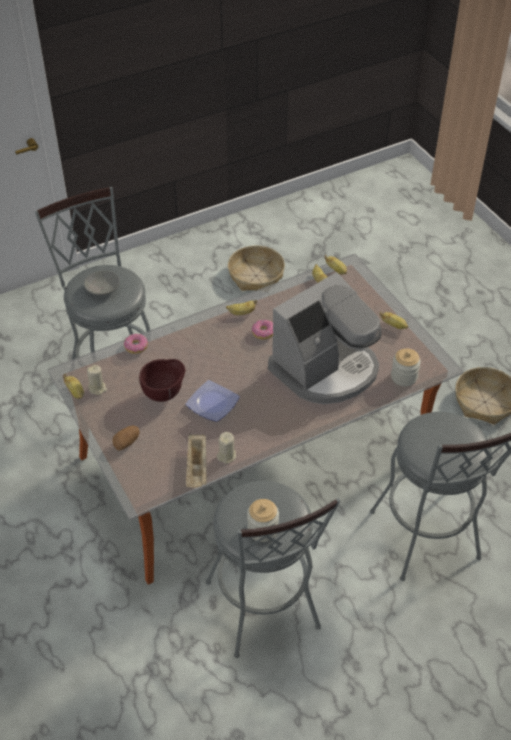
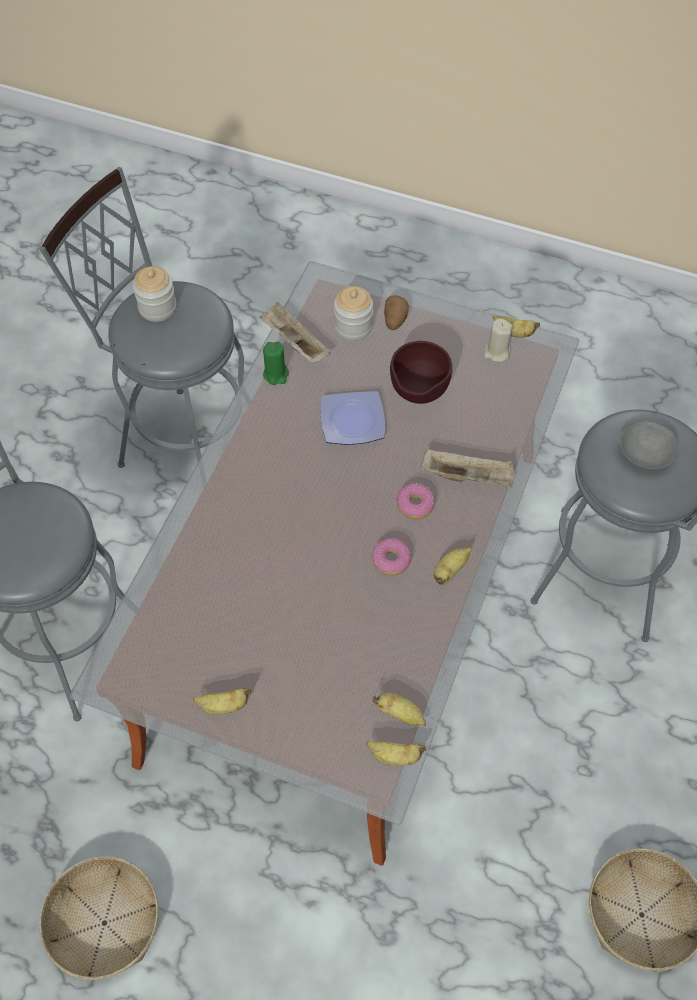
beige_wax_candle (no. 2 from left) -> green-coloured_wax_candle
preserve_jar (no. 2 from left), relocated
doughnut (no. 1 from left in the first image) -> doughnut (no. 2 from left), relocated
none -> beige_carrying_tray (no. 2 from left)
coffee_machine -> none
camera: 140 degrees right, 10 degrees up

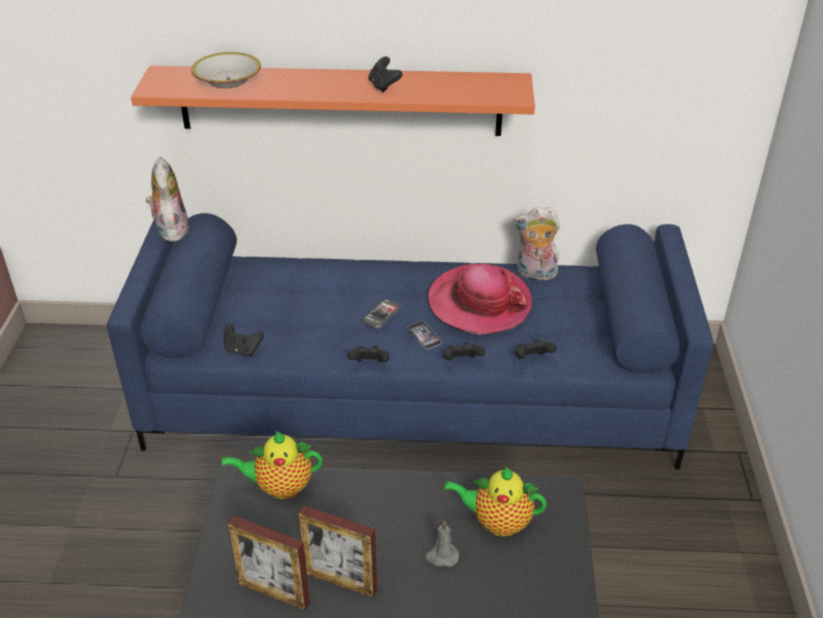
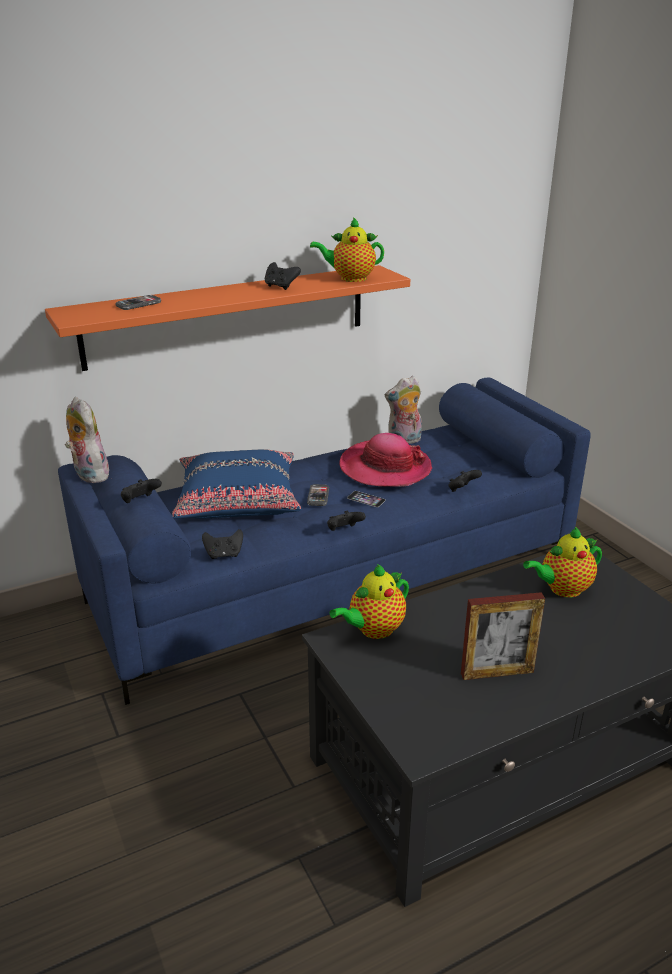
deep_dish -> phone (no. 1 from left)
black-coloured_game_controller (no. 4 from left in the first image) -> black-coloured_game_controller (no. 1 from left), relocated
none -> blue-coloured_throw_pillow
none -> pot_for_tea (no. 1 from left)
photo_frame (no. 1 from left) -> none
grey_wax_candle -> none
camera: 30 degrees left, 10 degrees down

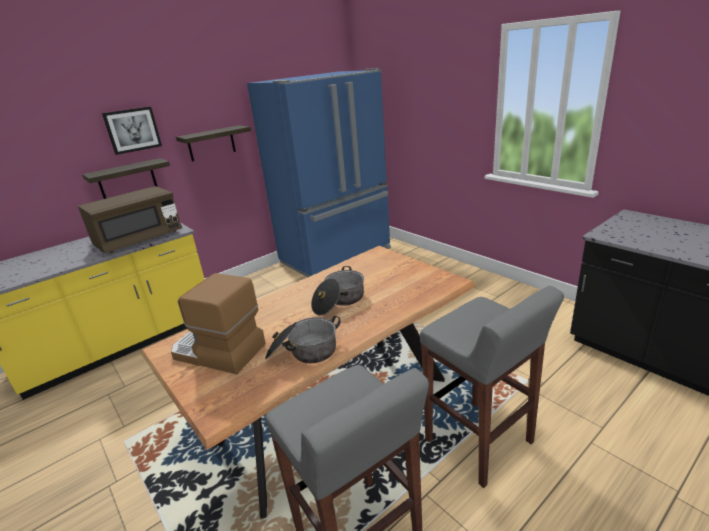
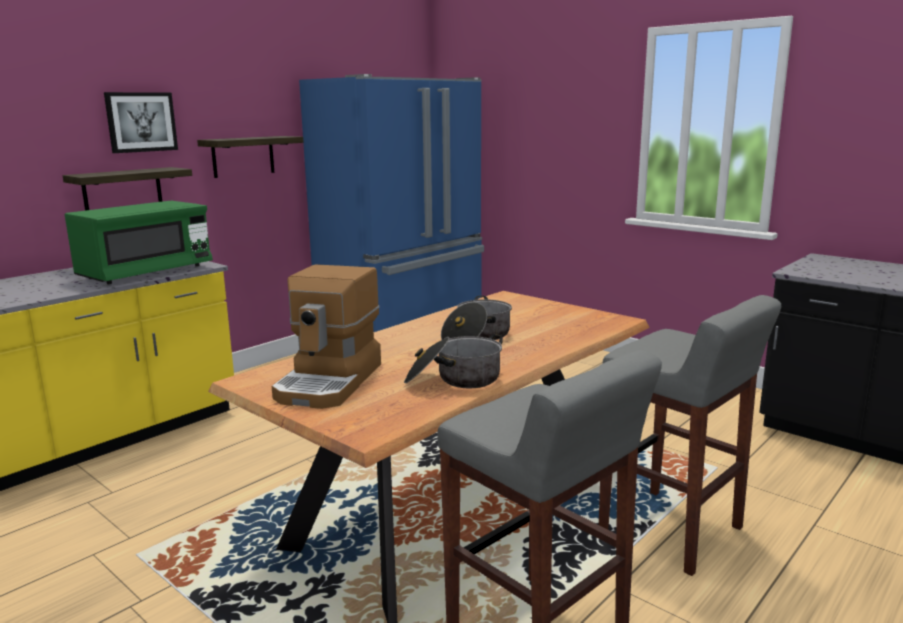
brownish_microwave -> green-coloured_microwave
coffee_machine, 90 degrees counterclockwise
camera: 10 degrees left, 10 degrees down

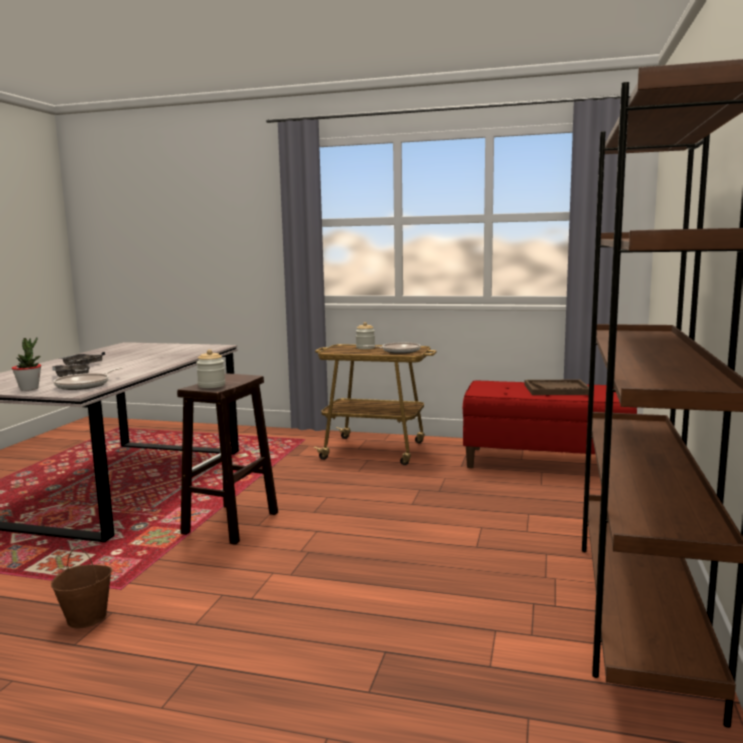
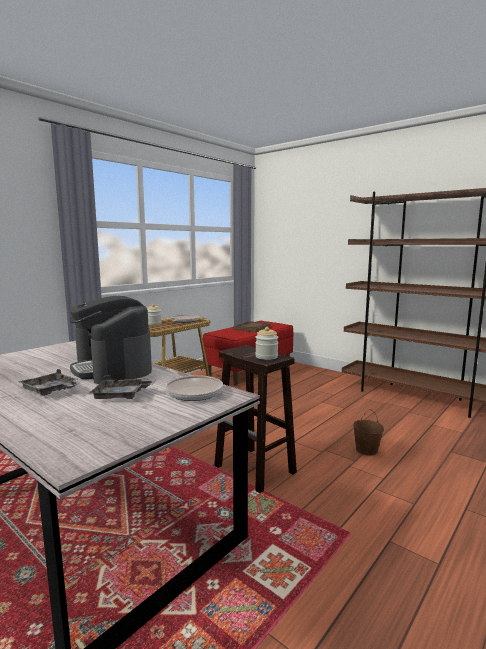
none -> coffee_machine
brownish_bucket, relocated
houseplant -> none
camera: 65 degrees left, 0 degrees up

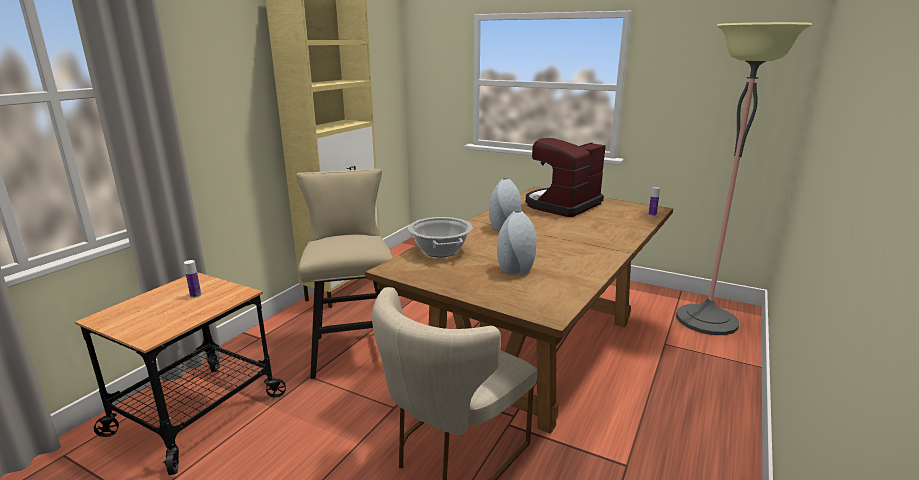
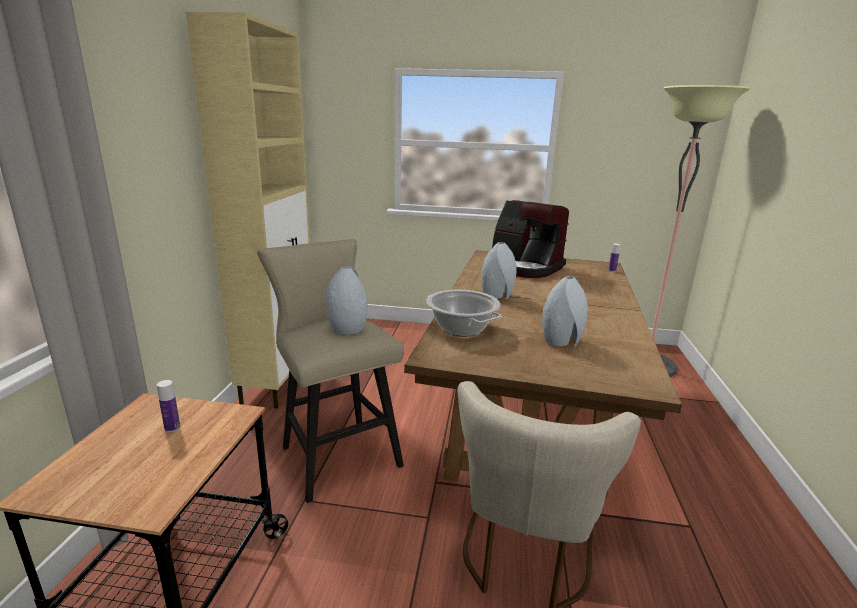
none -> grey_decorative_vase (no. 1 from left)
coffee_machine, 75 degrees counterclockwise
camera: 20 degrees left, 0 degrees up

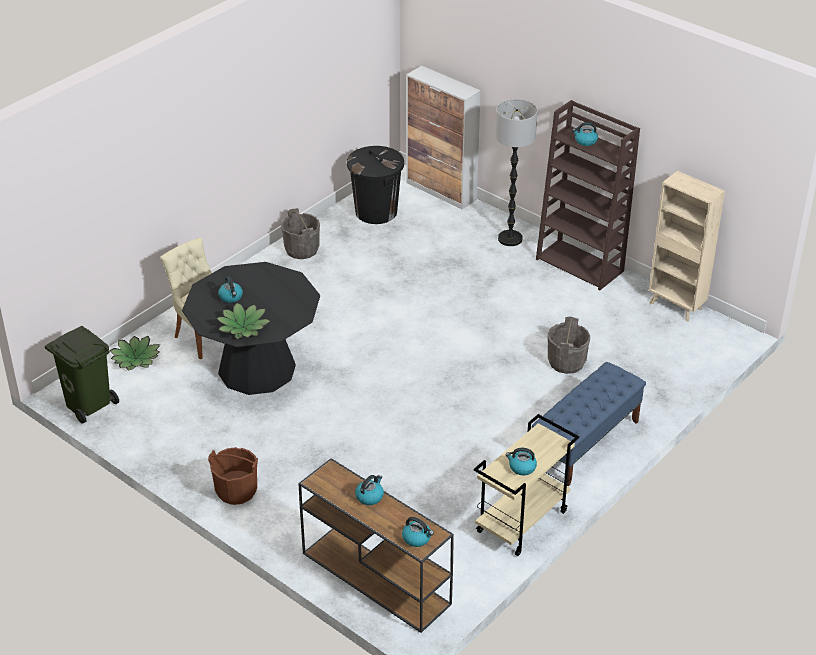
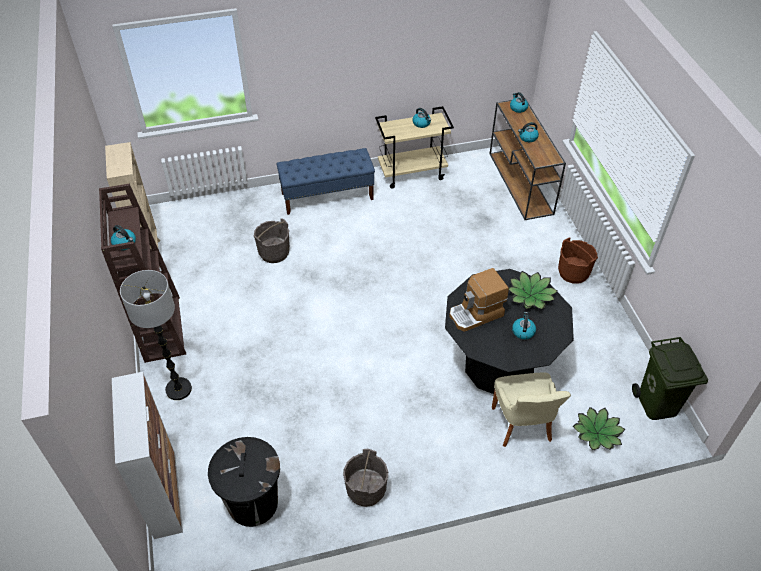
none -> coffee_machine
camera: 145 degrees left, 10 degrees up

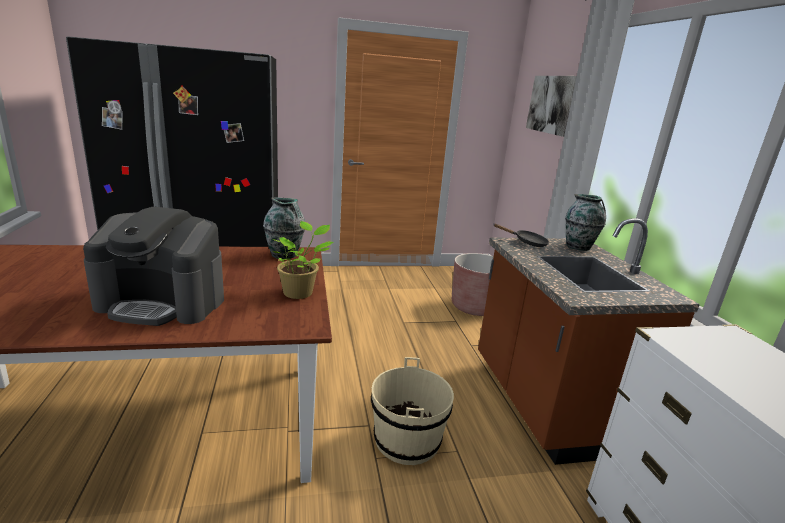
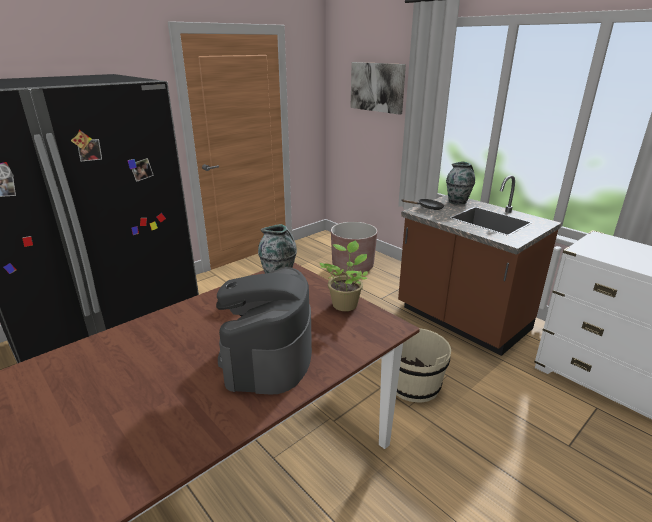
coffee_machine, 120 degrees clockwise
camera: 30 degrees left, 5 degrees up

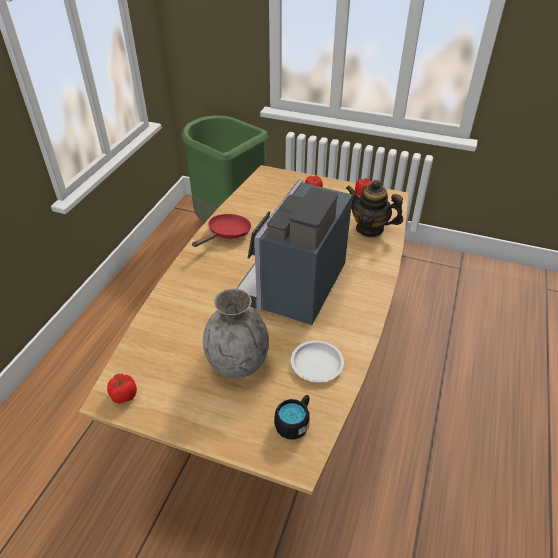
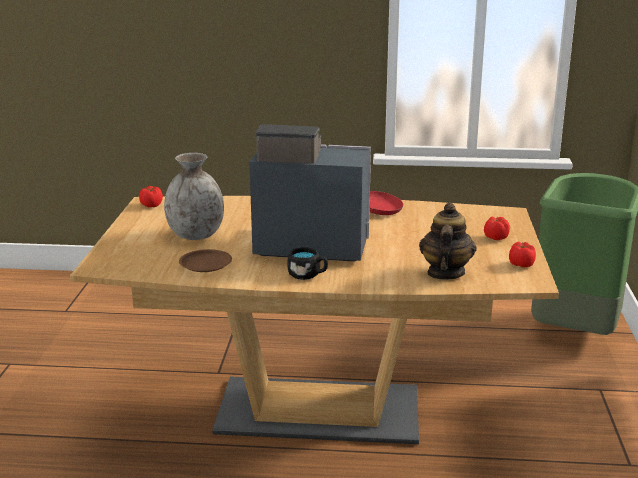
white_plate -> brownish_plate
black-coloured_coffee_mug, relocated
camera: 75 degrees right, 20 degrees down

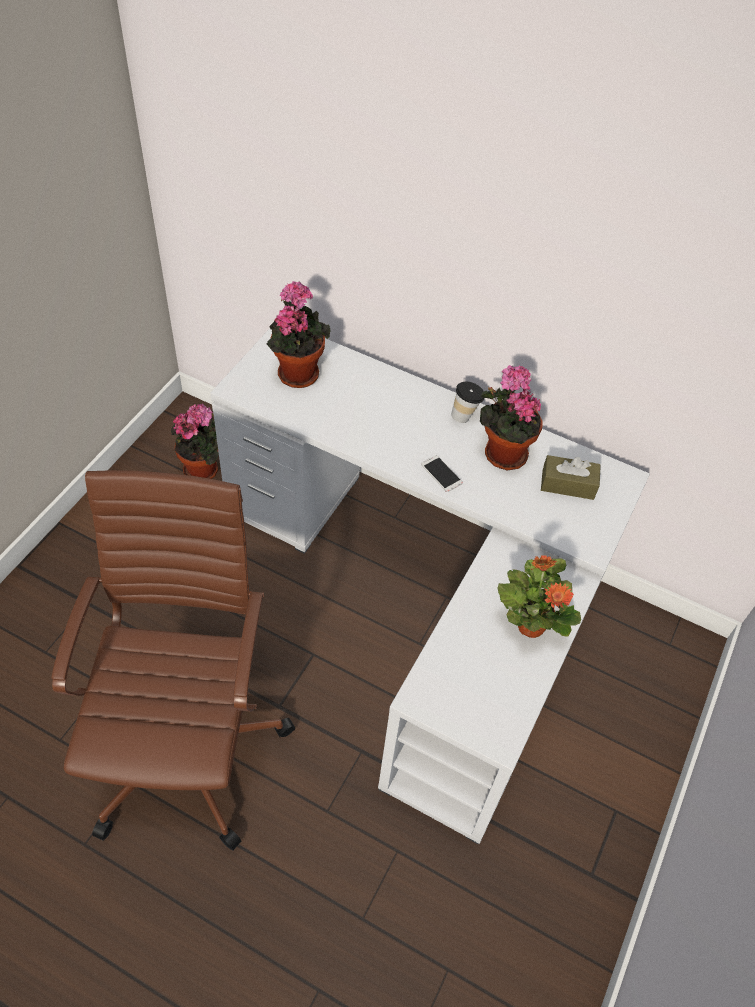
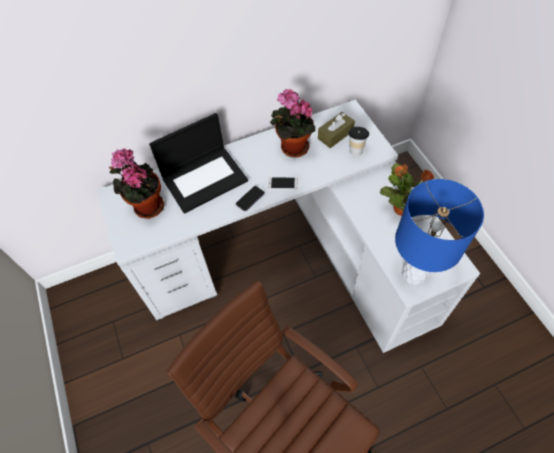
none -> portable_computer
none -> phone (no. 1 from left)
drinking_cup, relocated
none -> blue-coloured_table_lamp
houseplant (no. 1 from left) -> none
camera: 45 degrees left, 5 degrees up

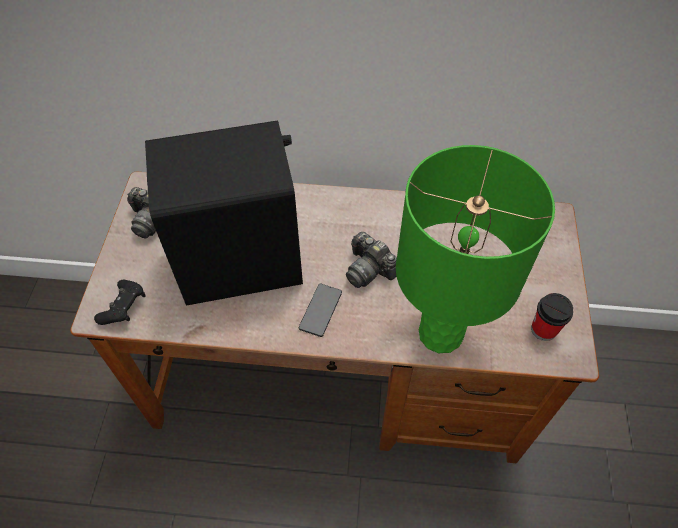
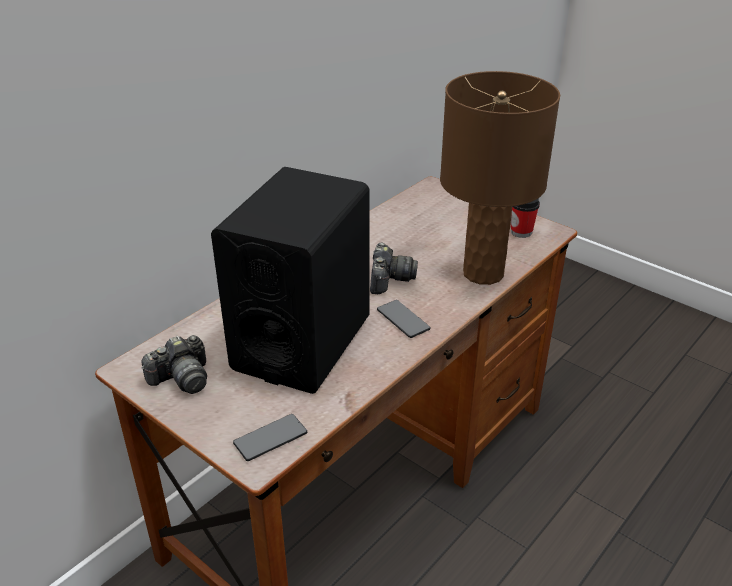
black-coloured_game_controller -> phone (no. 1 from left)
photo_camera (no. 2 from left), 75 degrees counterclockwise
green-coloured_table_lamp -> brownish_table_lamp
camera: 55 degrees left, 20 degrees down

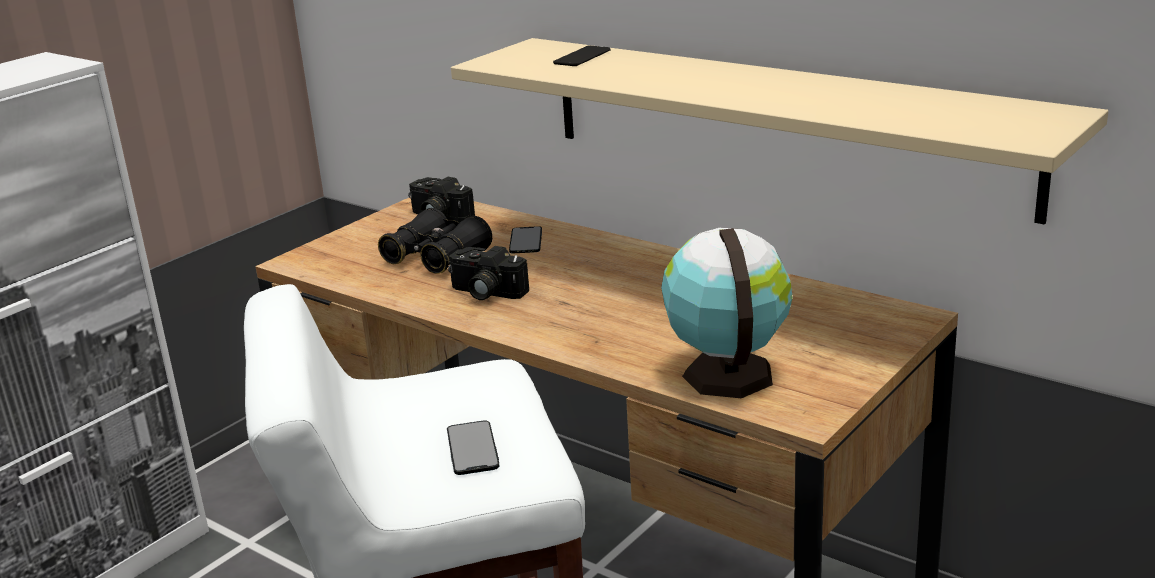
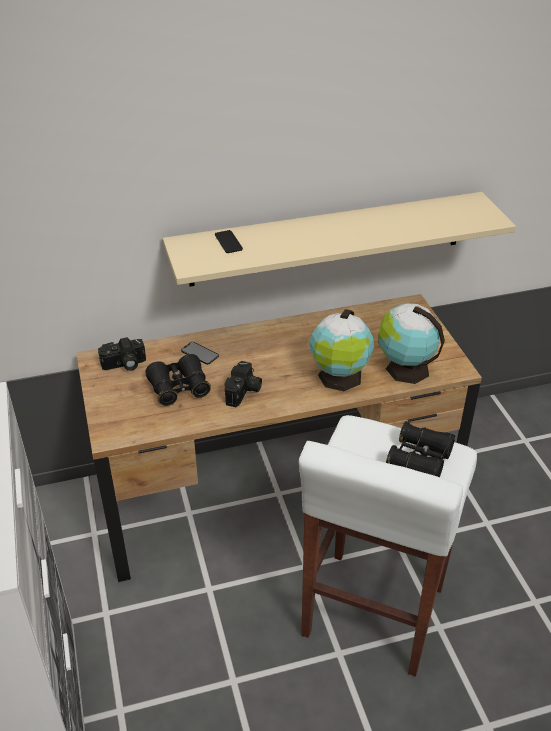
photo_camera (no. 2 from left), 45 degrees counterclockwise
none -> globe (no. 1 from left)
phone (no. 1 from left) -> black-coloured_binoculars (no. 2 from left)
camera: 55 degrees left, 15 degrees up

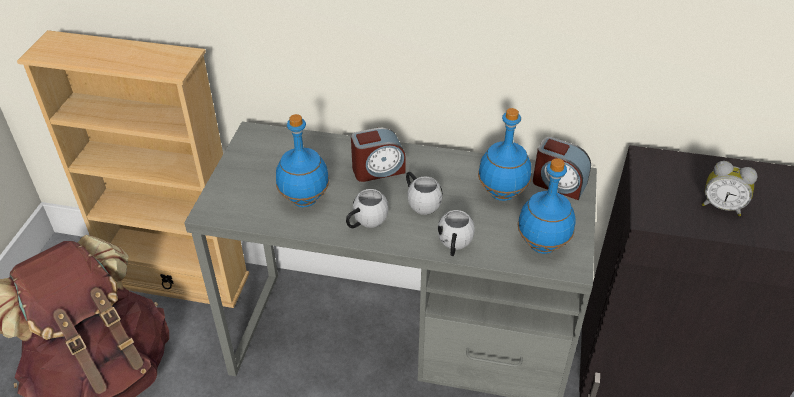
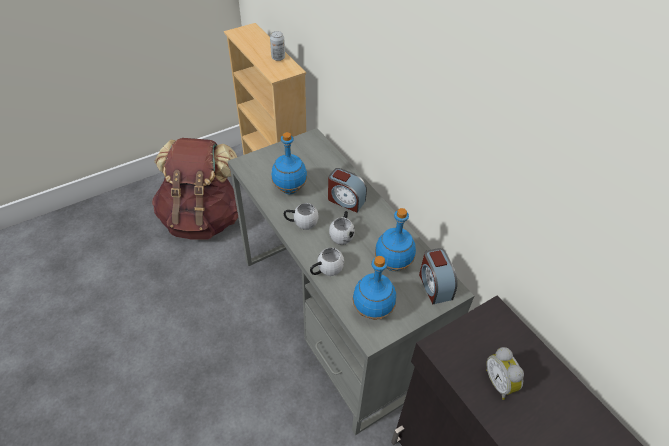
none -> can
camera: 45 degrees right, 5 degrees up

